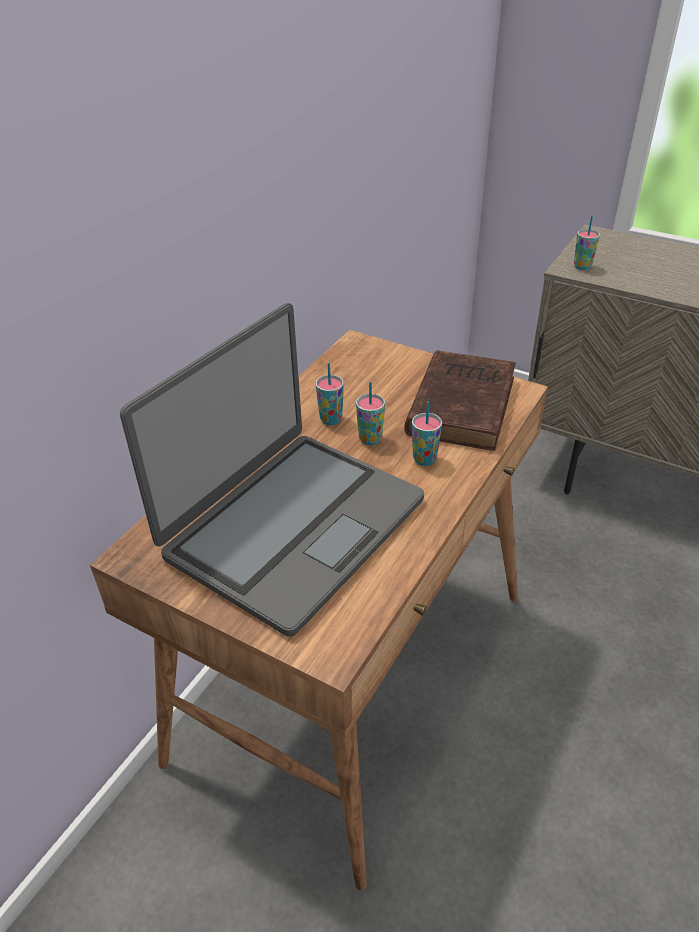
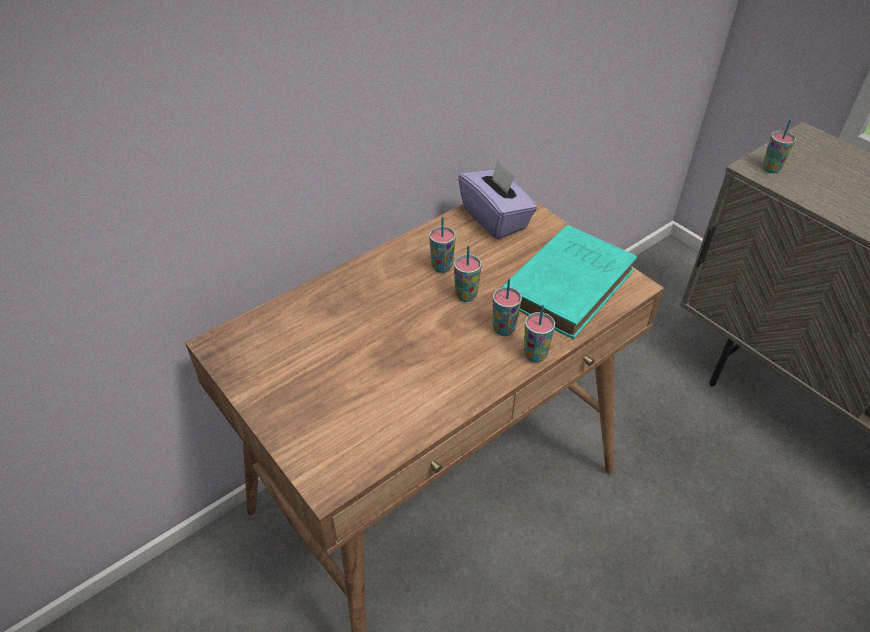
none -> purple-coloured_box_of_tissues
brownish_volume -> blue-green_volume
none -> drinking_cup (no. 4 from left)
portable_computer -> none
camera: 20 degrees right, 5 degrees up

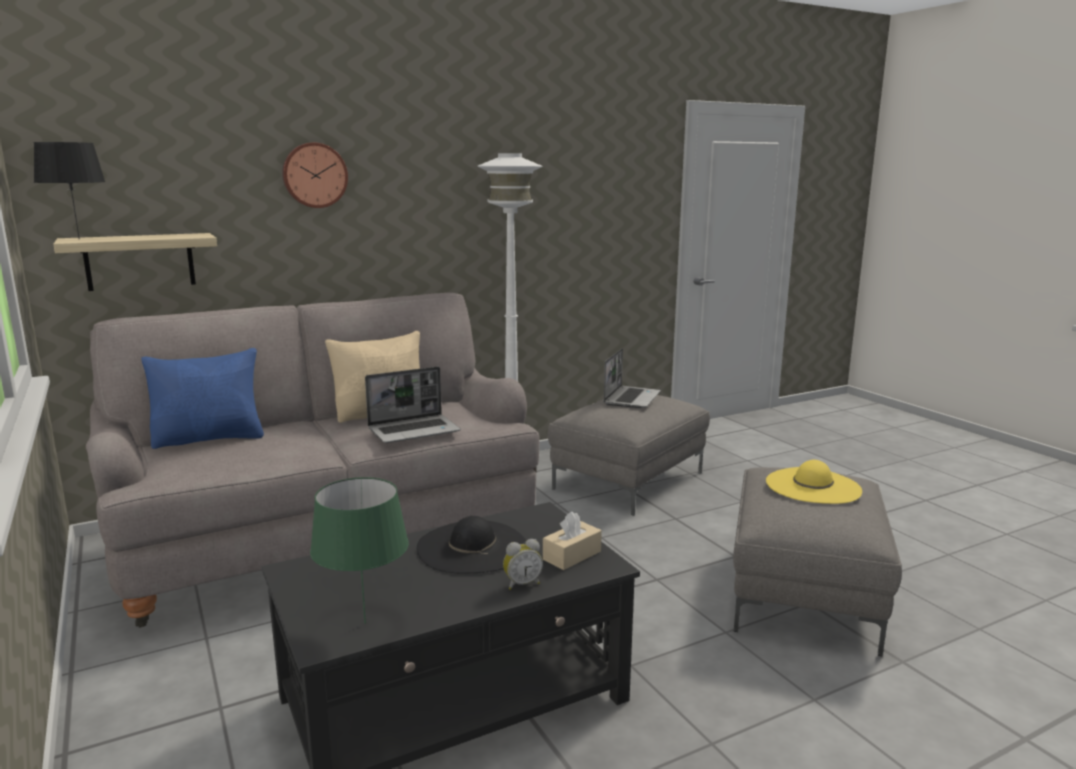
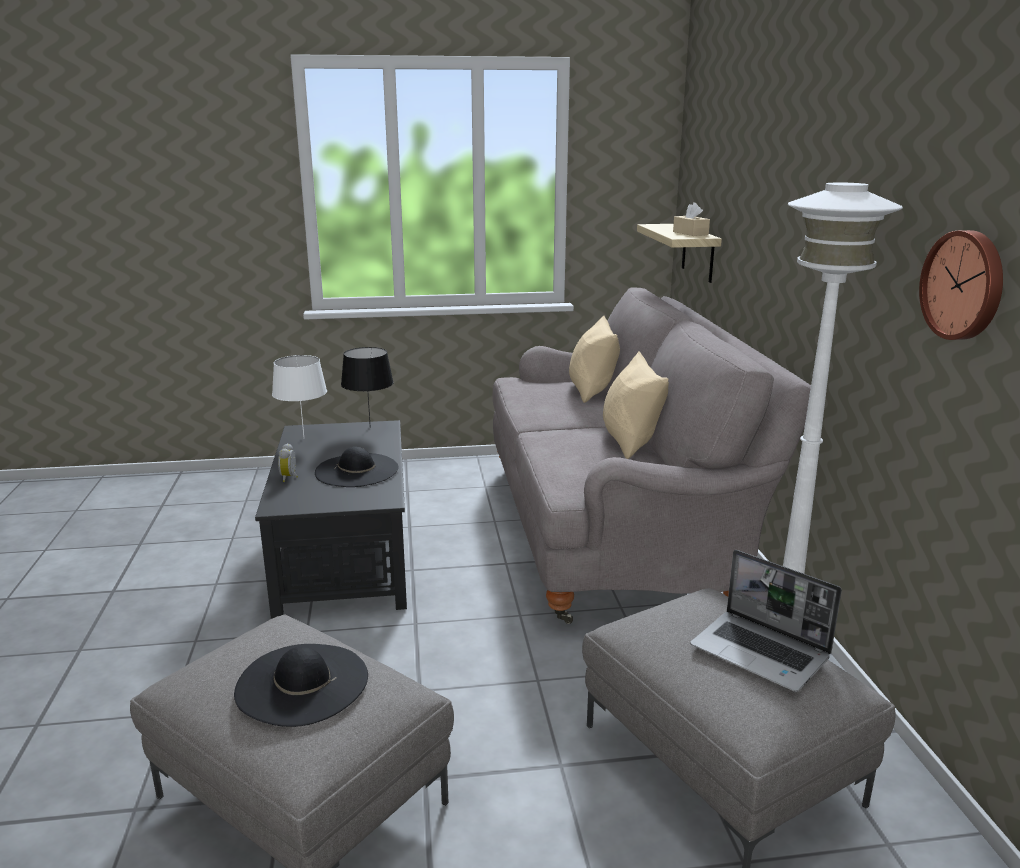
yellowish_wearable_hat -> black-coloured_wearable_hat (no. 1 from left)
green-coloured_table_lamp -> white_table_lamp
black-coloured_table_lamp, relocated
blue-coloured_throw_pillow -> beige_throw_pillow (no. 1 from left)
beige_box_of_tissues, relocated
clock_on_the_wall, relocated
portable_computer (no. 1 from left) -> none
camera: 110 degrees right, 5 degrees up

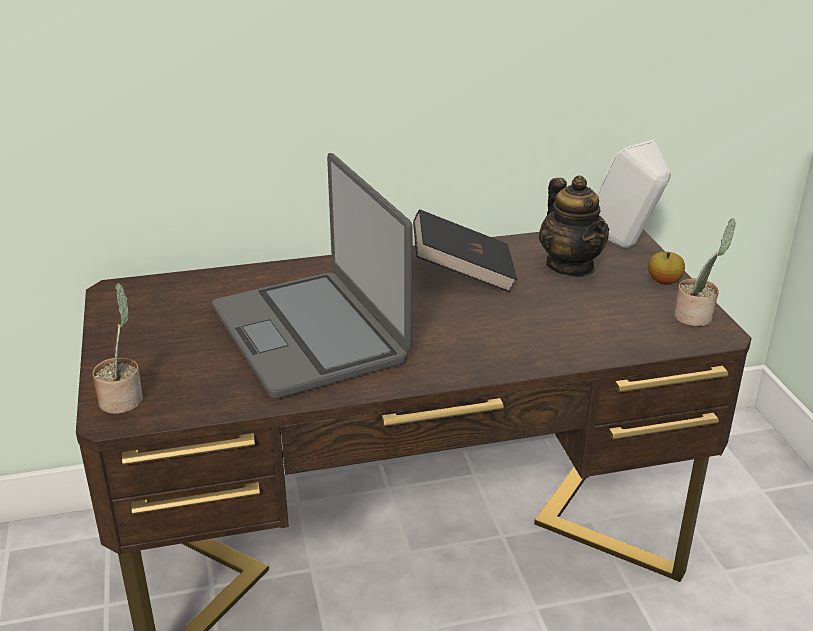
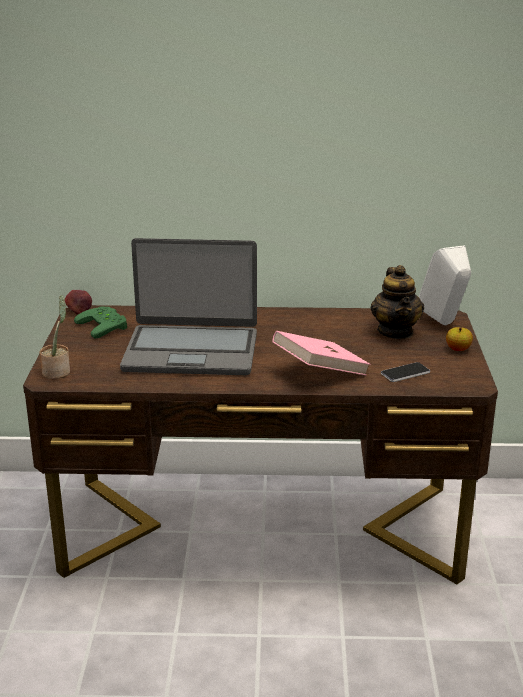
none -> whole_apple (no. 1 from left)
none -> green-coloured_game_controller
portable_computer, 75 degrees counterclockwise
none -> pinkish_volume
none -> phone
black-coloured_volume -> none
houseplant (no. 2 from left) -> none
camera: 15 degrees right, 5 degrees down

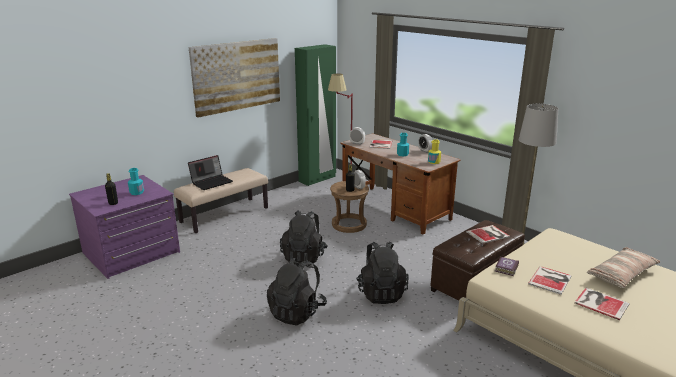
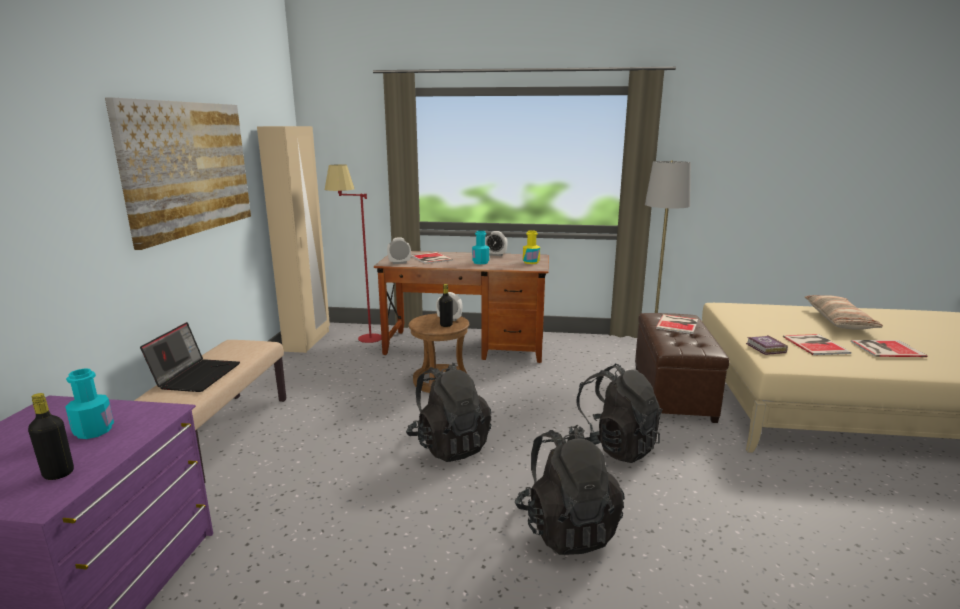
green-coloured_armoire -> beige_armoire
camera: 40 degrees left, 5 degrees down

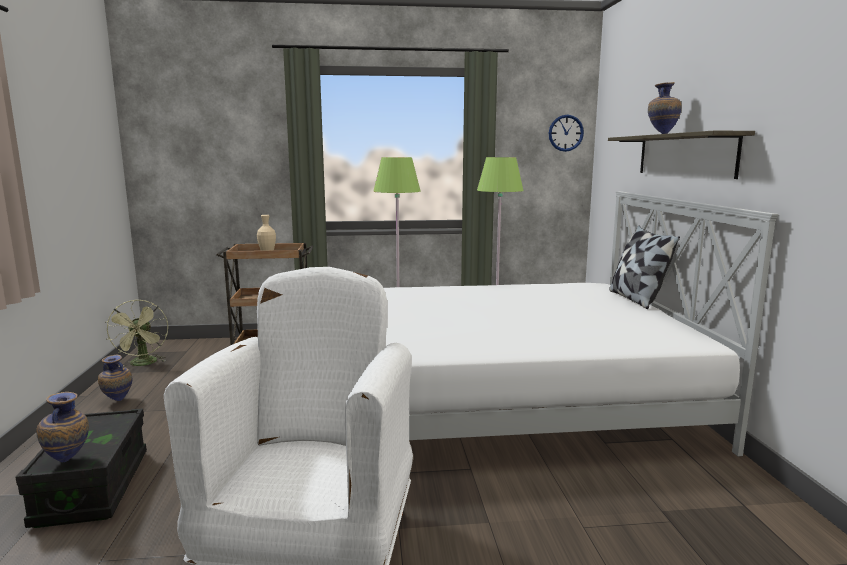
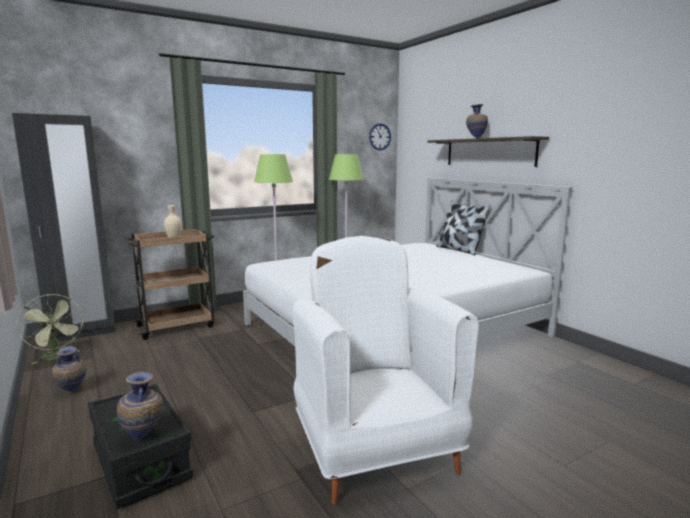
none -> black-coloured_armoire
camera: 25 degrees left, 0 degrees up

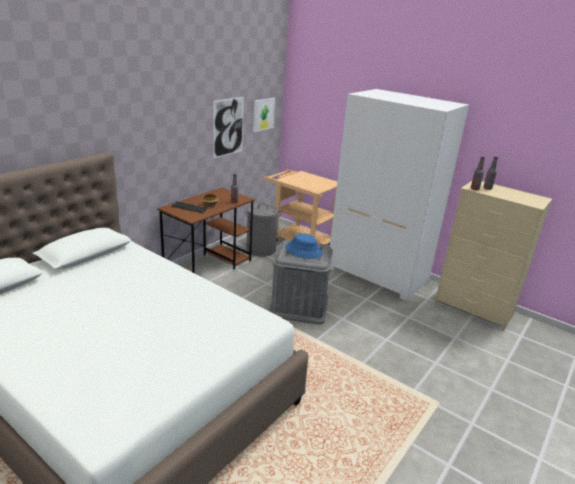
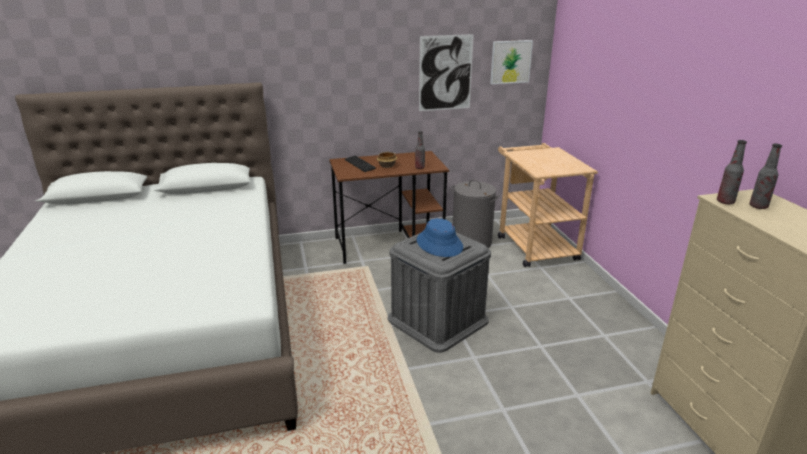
white_armoire -> none
camera: 40 degrees right, 0 degrees up

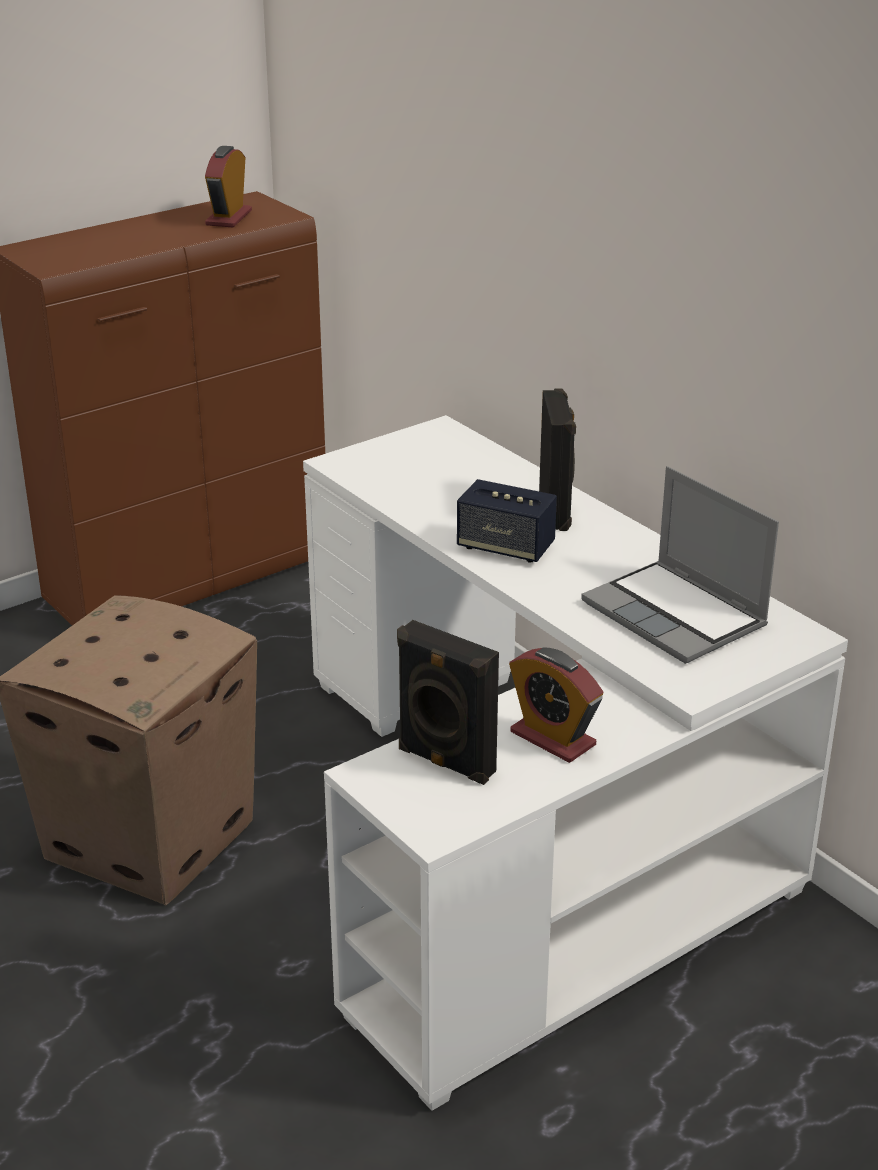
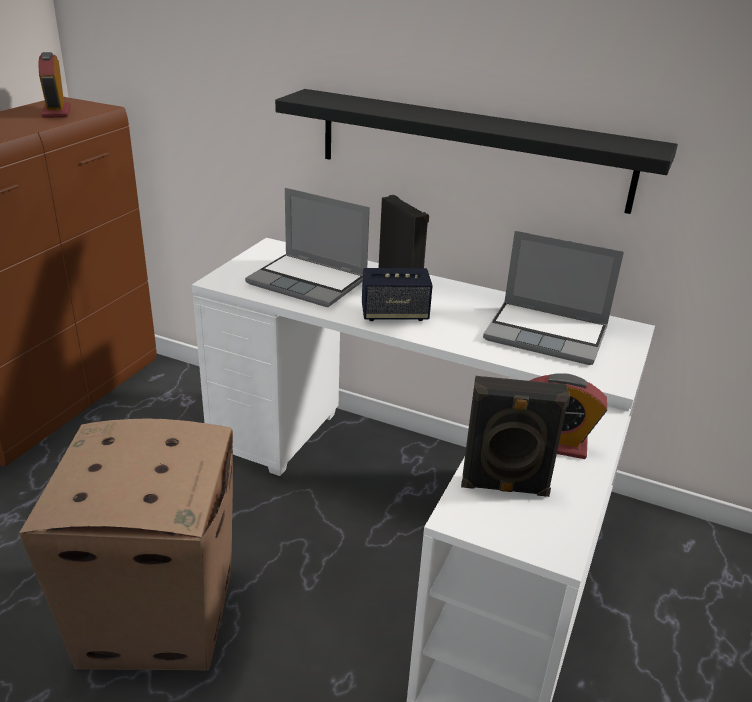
none -> portable_computer (no. 1 from left)
none -> black-coloured_shelf
camera: 30 degrees left, 0 degrees up

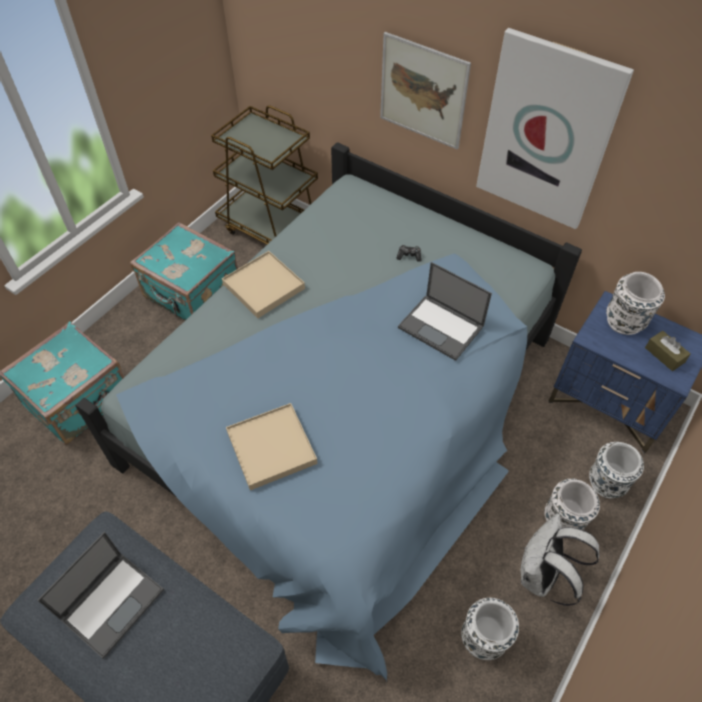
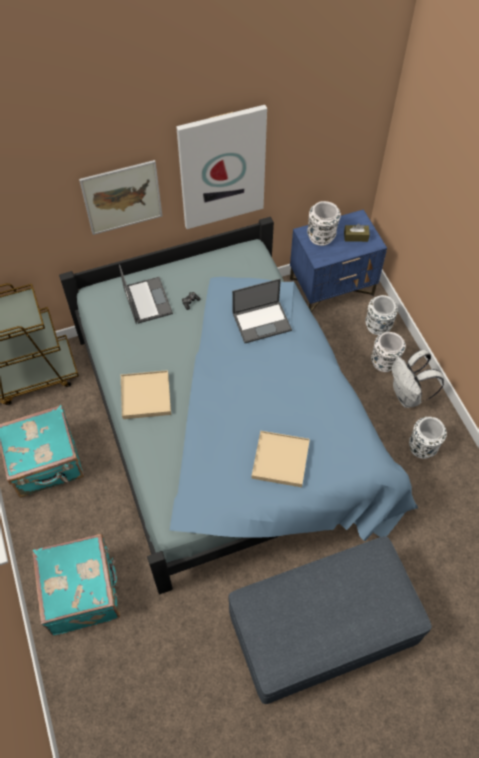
portable_computer (no. 1 from left), relocated
camera: 55 degrees left, 5 degrees up

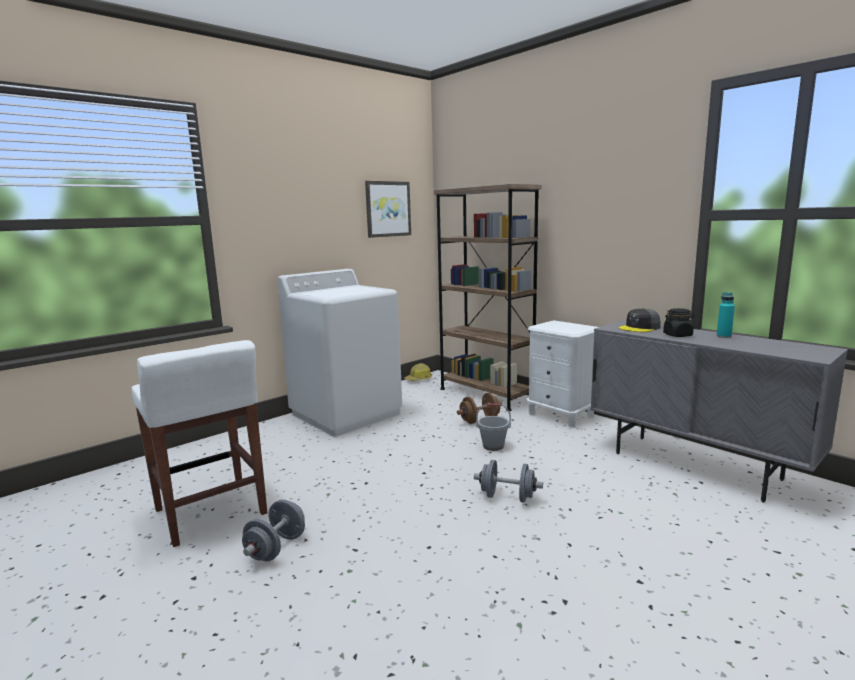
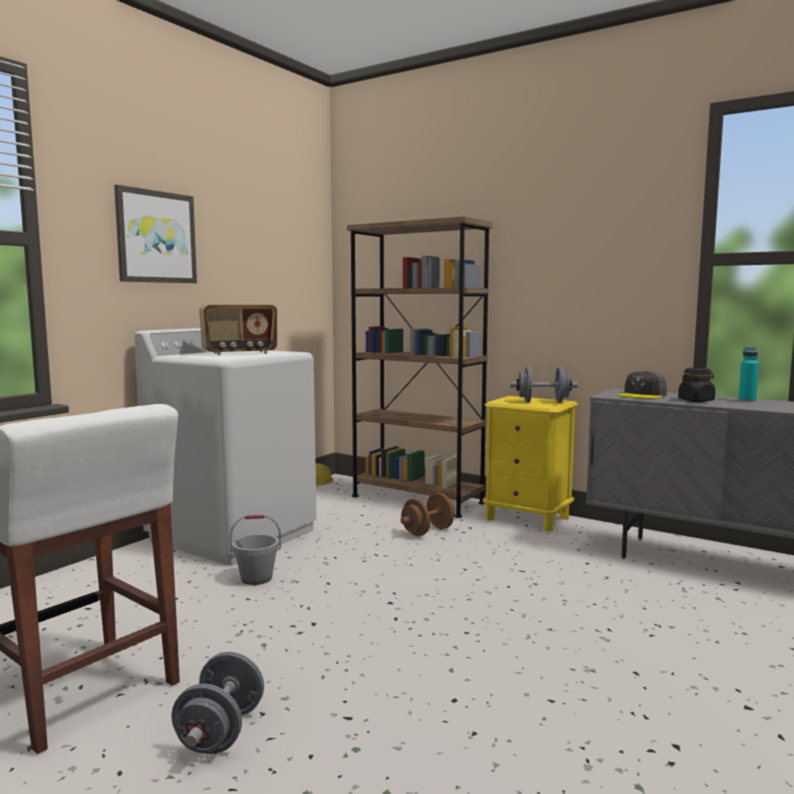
picture, relocated
none -> radio_set
grey_bucket, relocated
white_night_table -> yellowish_night_table
grey_hand_weight (no. 2 from left), relocated
camera: 15 degrees left, 5 degrees down

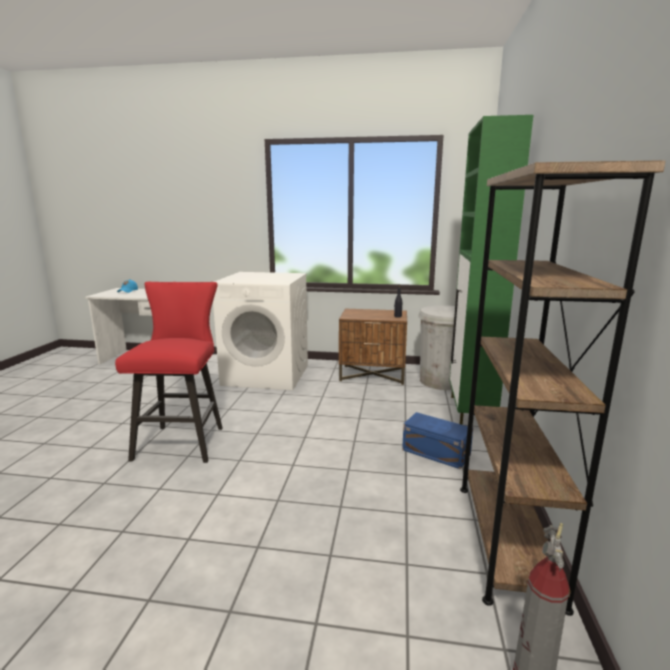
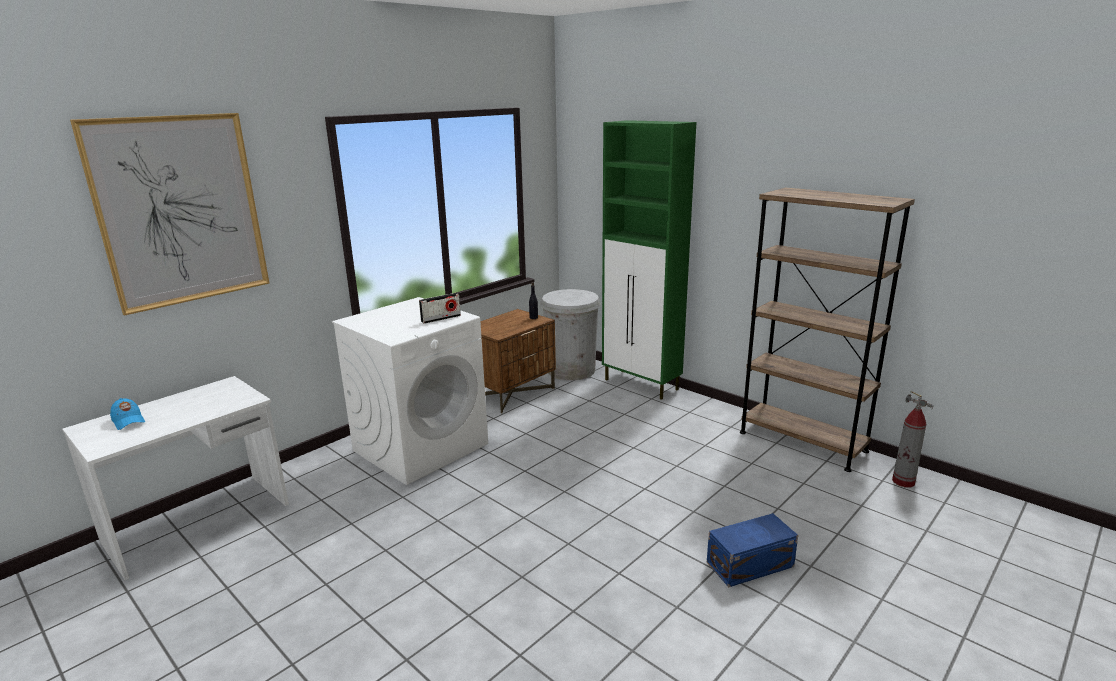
none -> picture
none -> radio_set
blue-coloured_storage_box, relocated
red-coloured_stool -> none
camera: 55 degrees left, 5 degrees up

